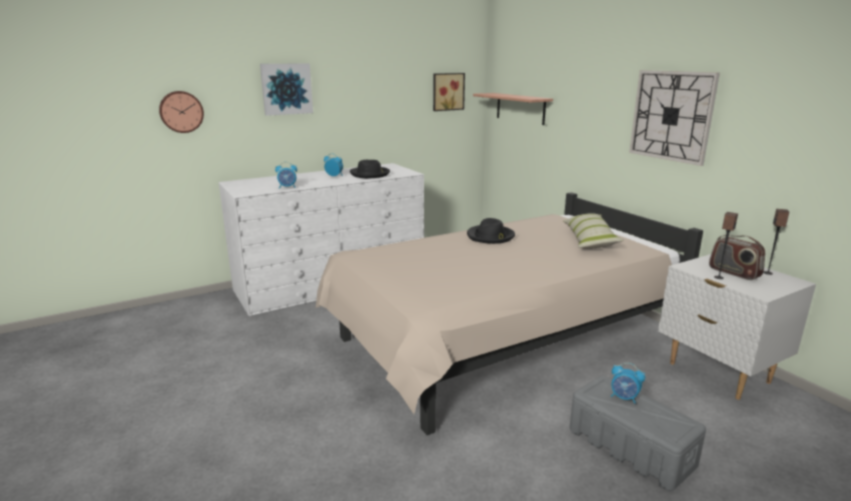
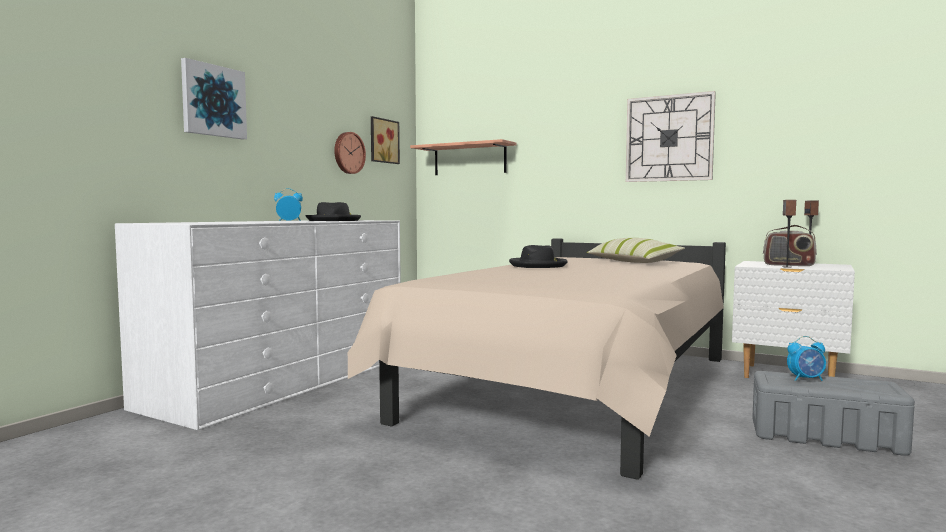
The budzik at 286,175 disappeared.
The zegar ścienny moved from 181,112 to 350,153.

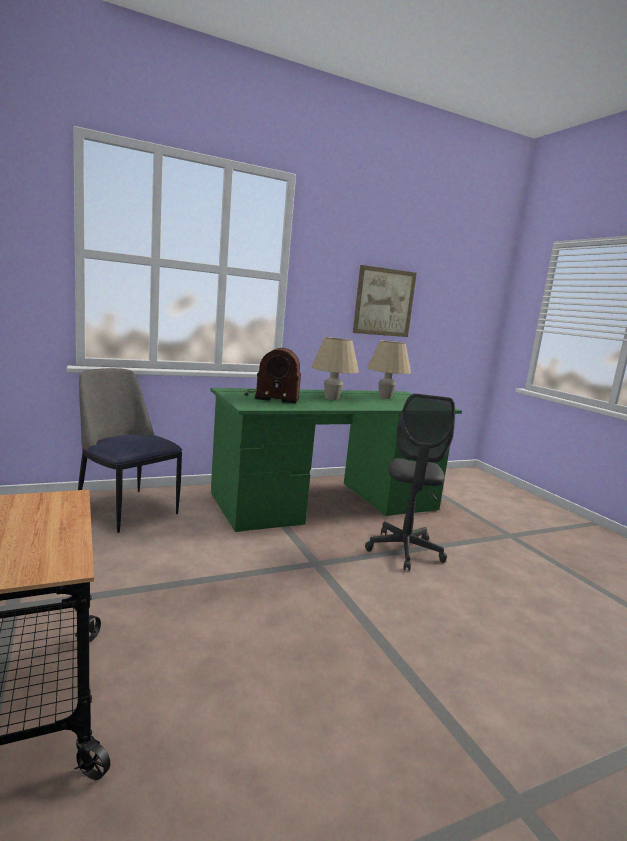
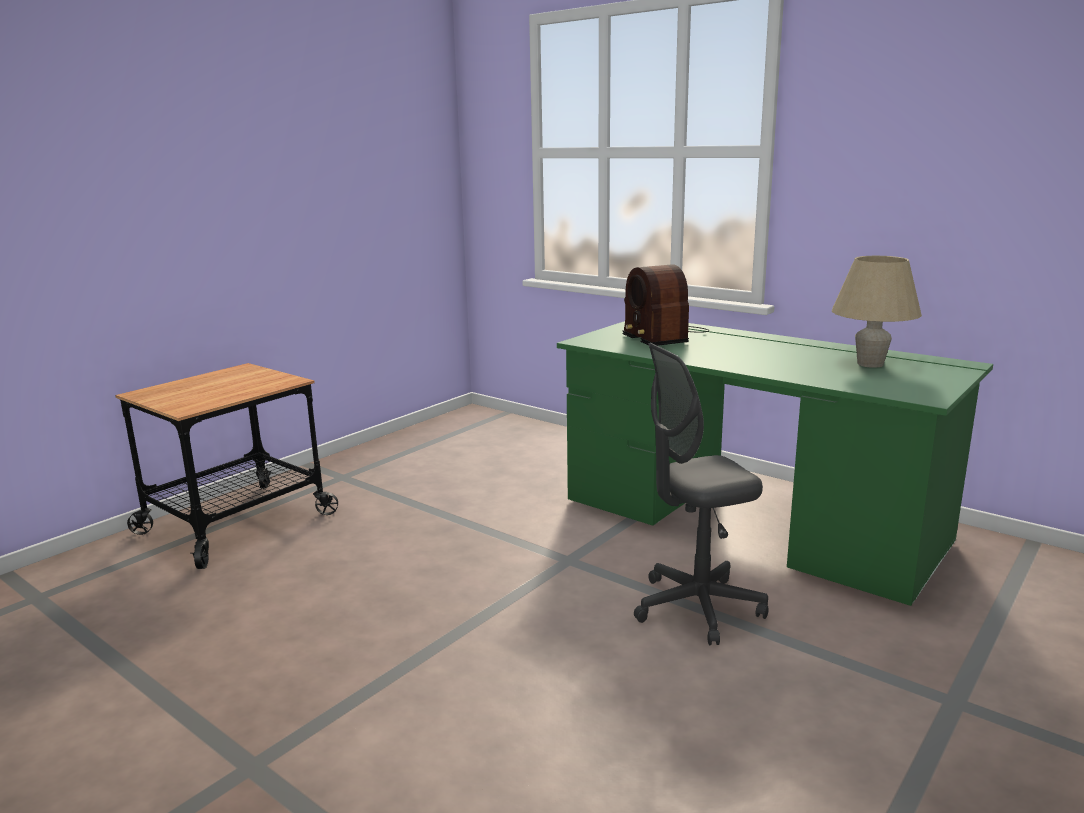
The krzesło at 130,450 disappeared.
The lampa stołowa [beżowy] at 335,368 disappeared.
The obraz at 385,301 disappeared.

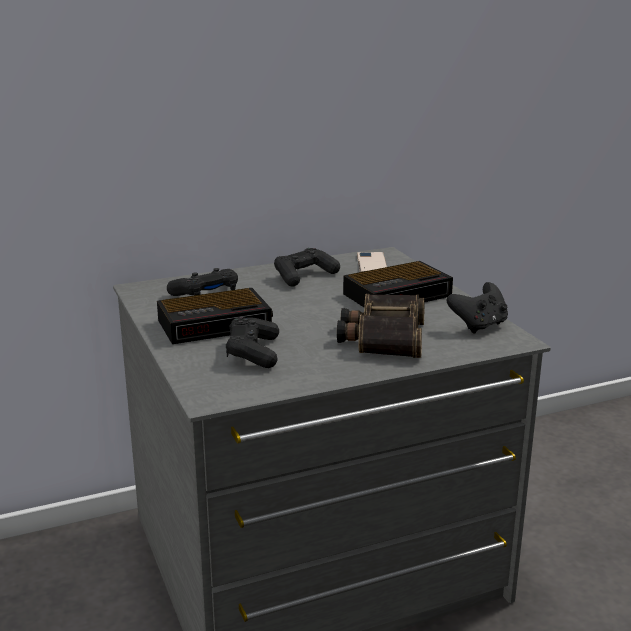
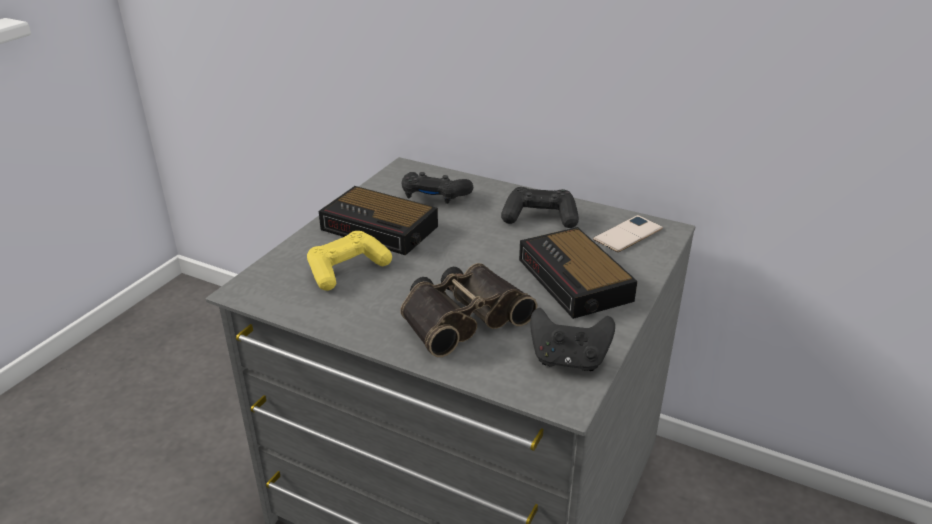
The pad do gier [czarny] at 252,342 became the pad do gier [żółty] at 349,261.
The budzik at 398,284 turned 45 degrees clockwise.

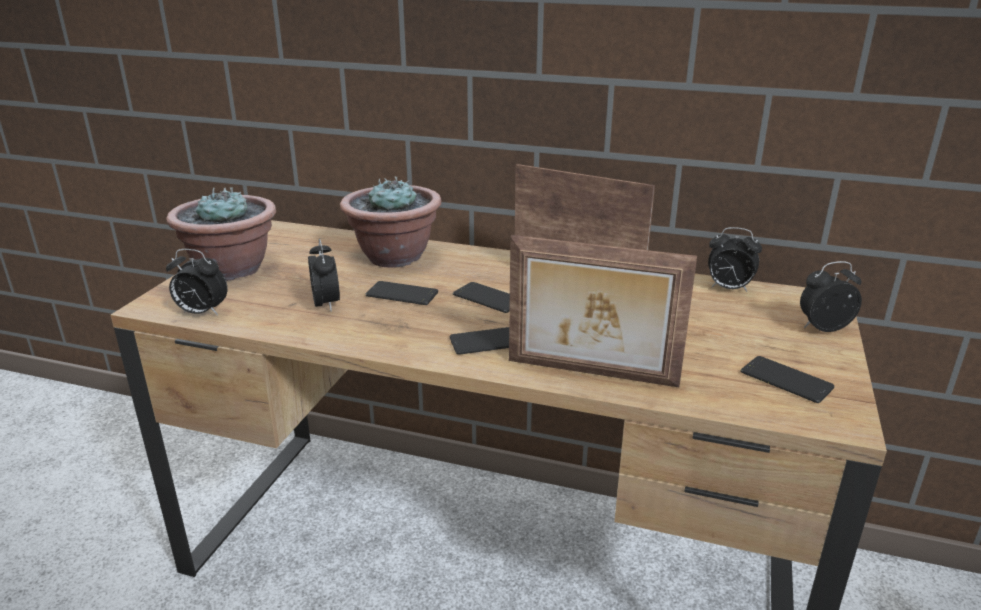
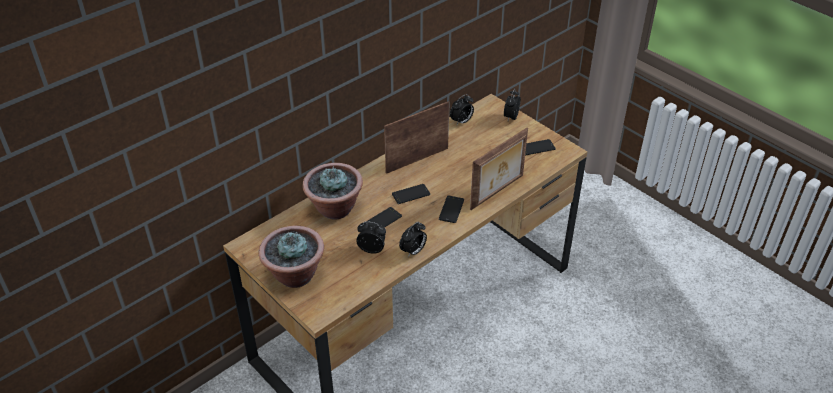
The budzik moved from 197,282 to 413,240.

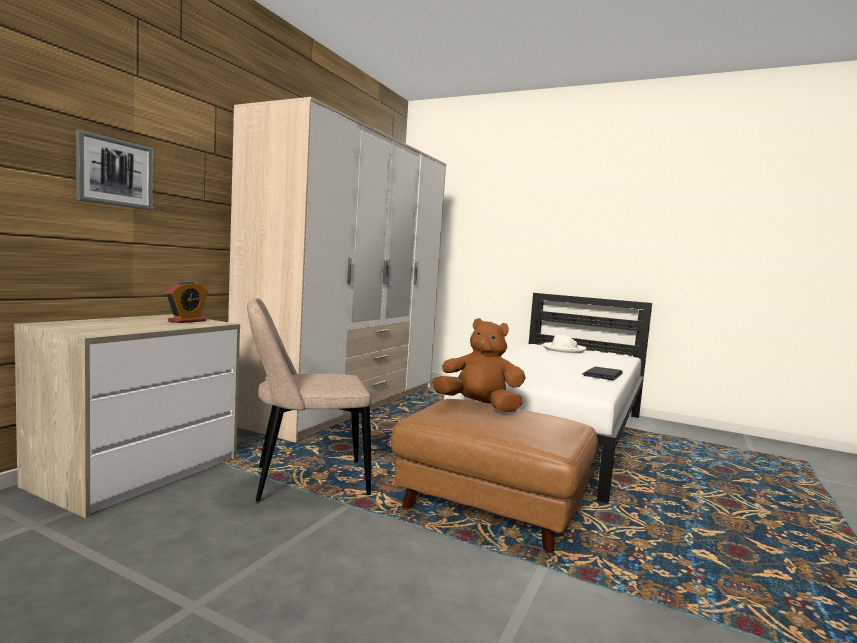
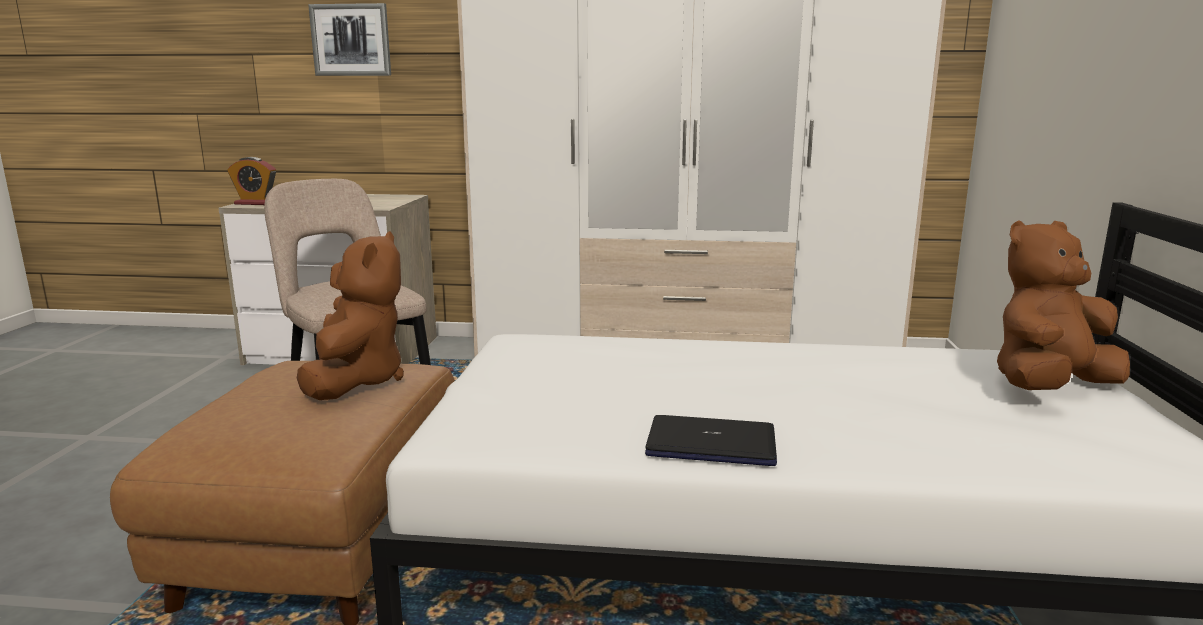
The budzik moved from 187,302 to 251,181.
The kapelusz [biały] at 565,344 was replaced by the pluszak [brązowy] at 1063,305.

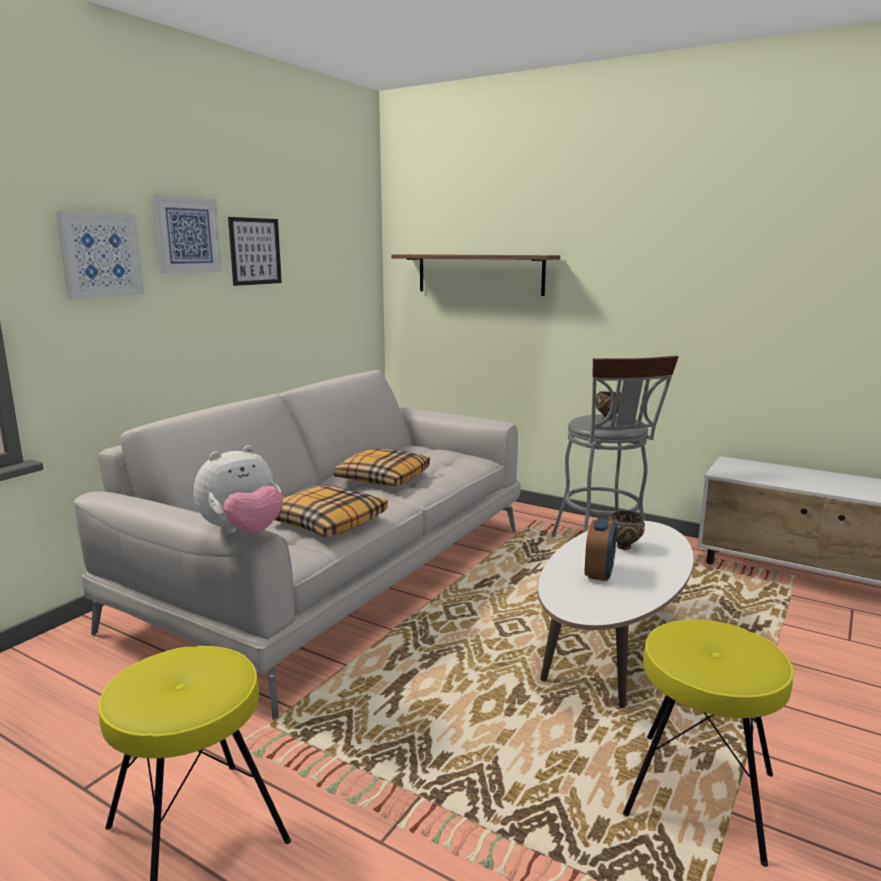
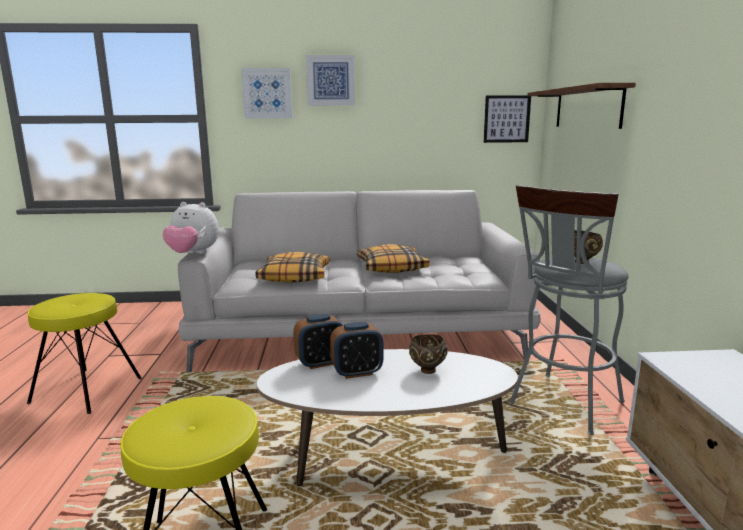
The budzik at 318,341 appeared.
The obraz moved from 255,251 to 507,119.

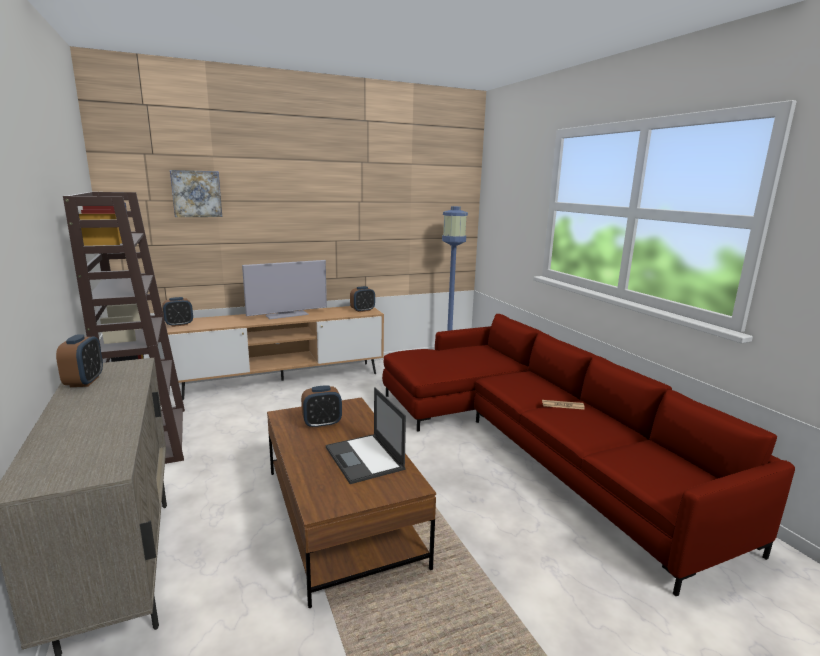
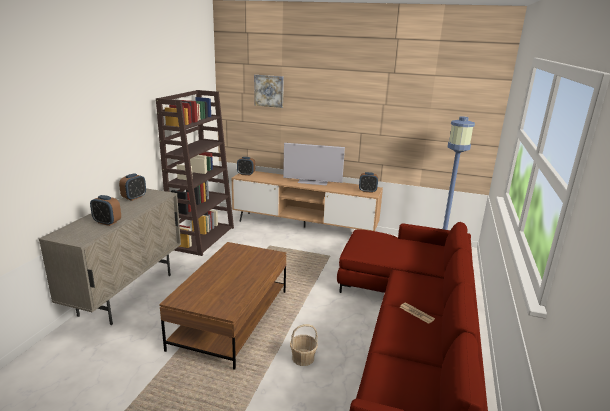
The laptop at 366,435 disappeared.
The koszyk at 304,345 appeared.
The budzik moved from 321,407 to 105,210.

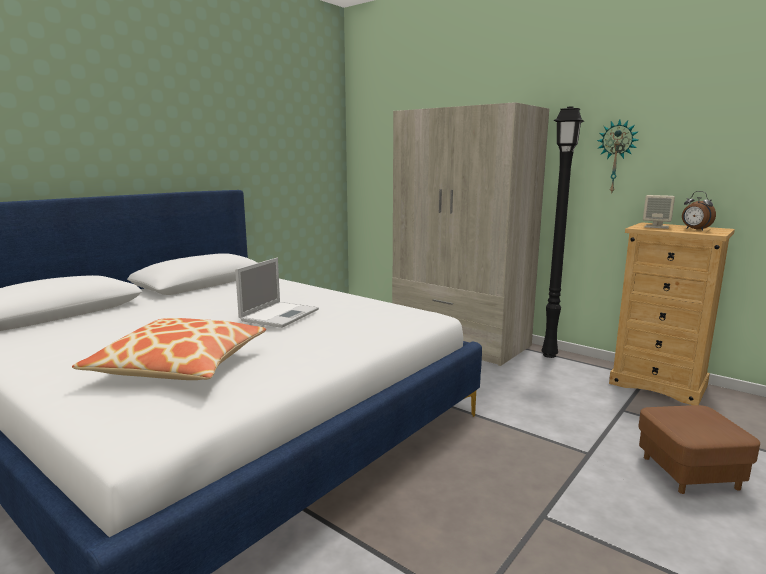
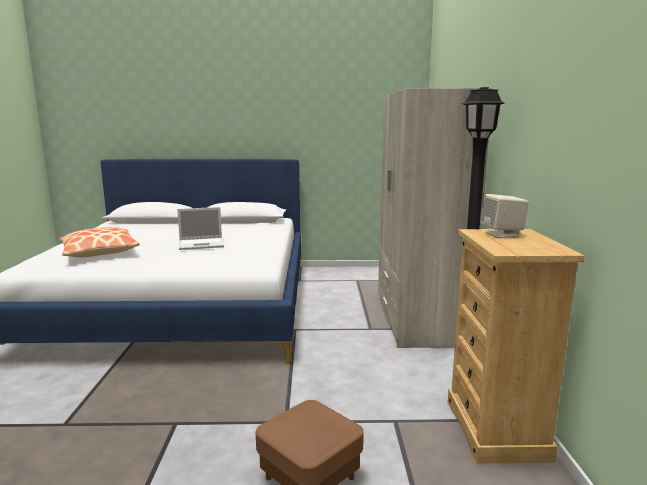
The zegar ścienny at 618,156 disappeared.
The budzik at 699,211 disappeared.

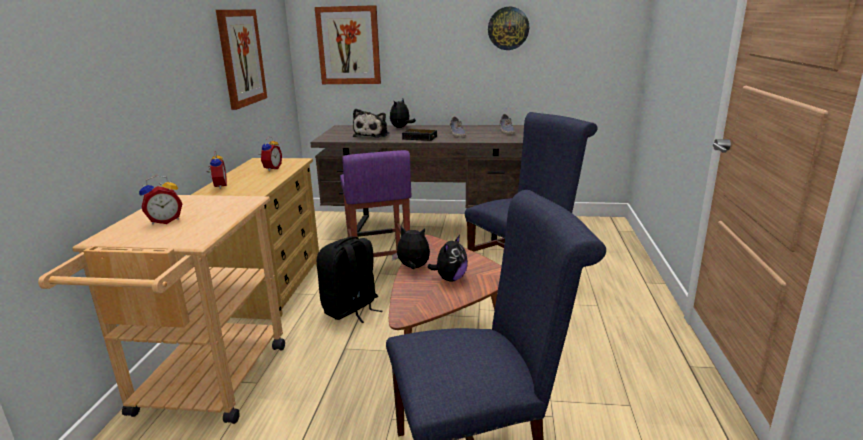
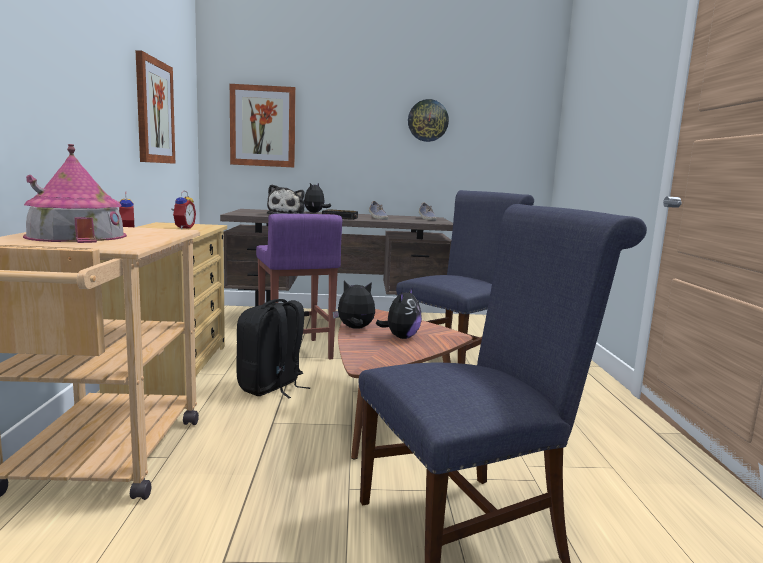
The budzik at 160,200 was replaced by the domek at 75,193.

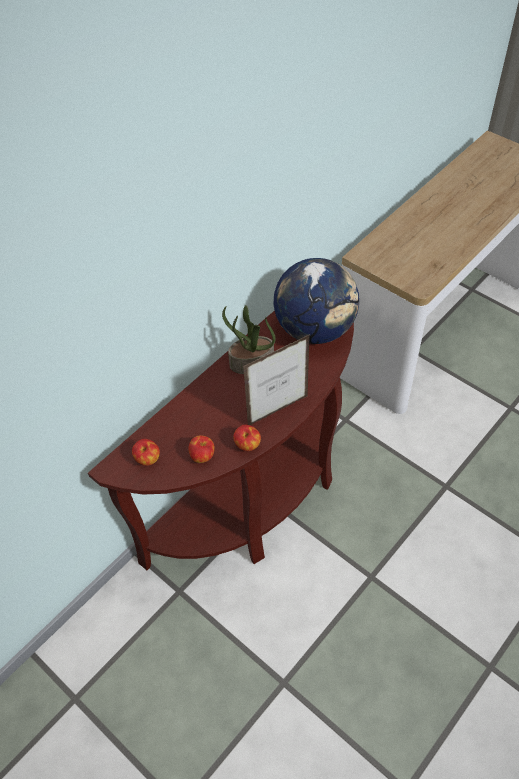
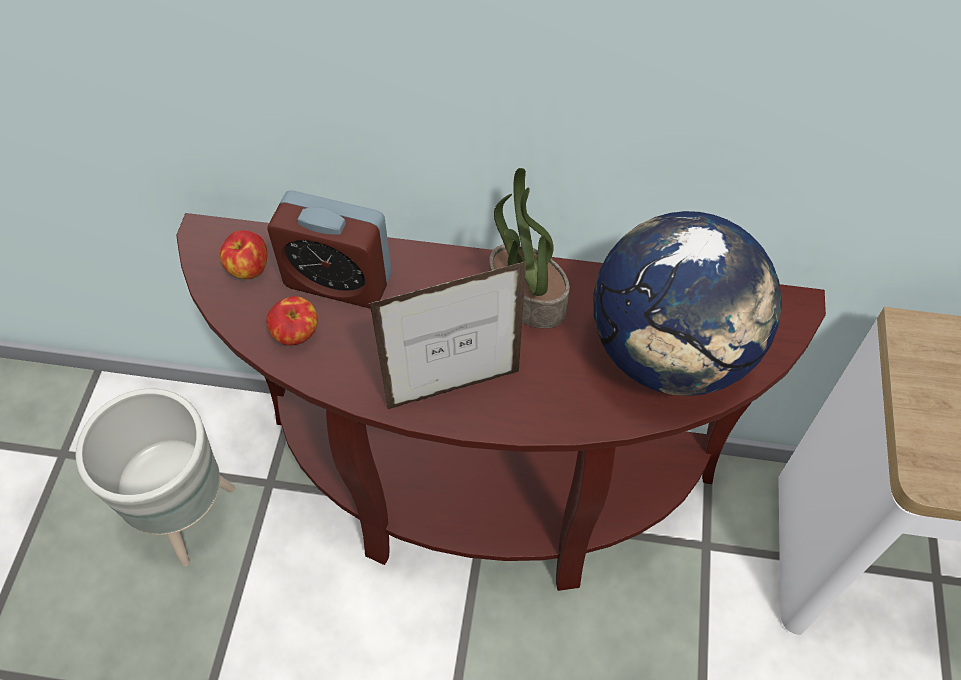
The jabłko at 247,438 disappeared.
The donica [szary] at 155,477 appeared.
The budzik at 329,249 appeared.
The ramka na zdjęcie at 276,379 turned 135 degrees clockwise.

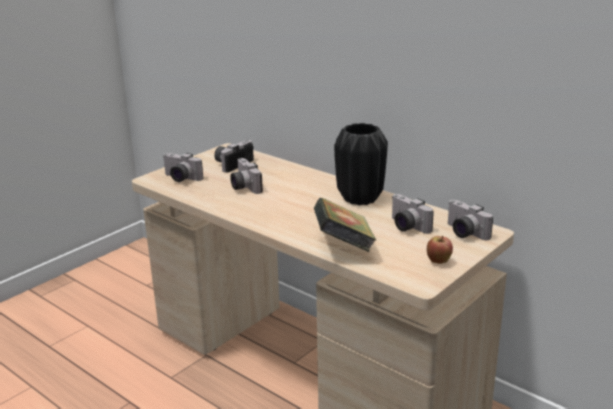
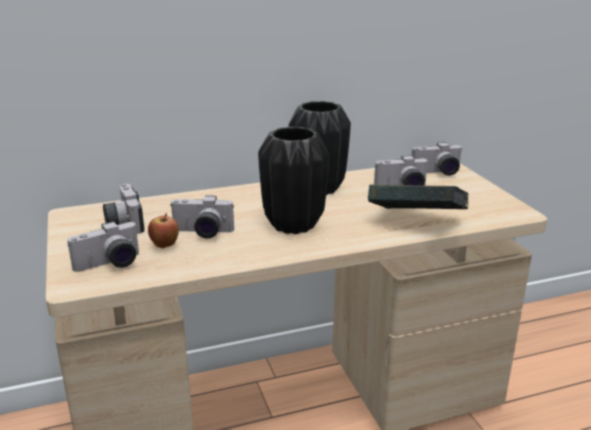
The wazon [czarny] at 293,180 appeared.
The jabłko moved from 440,250 to 163,230.

